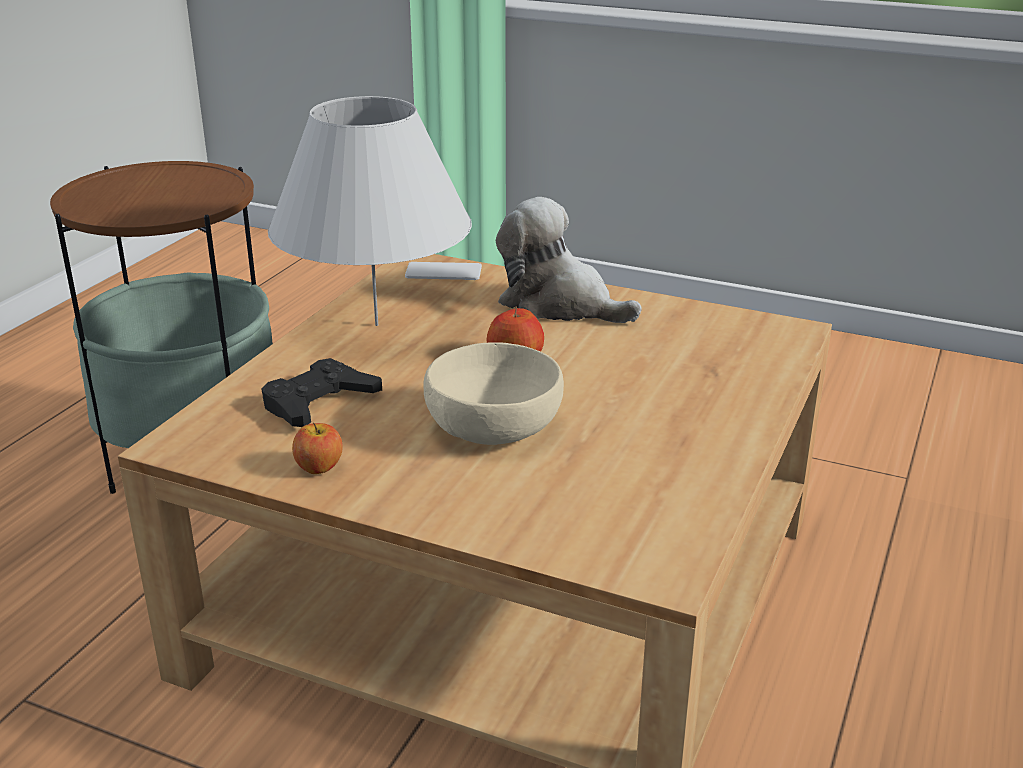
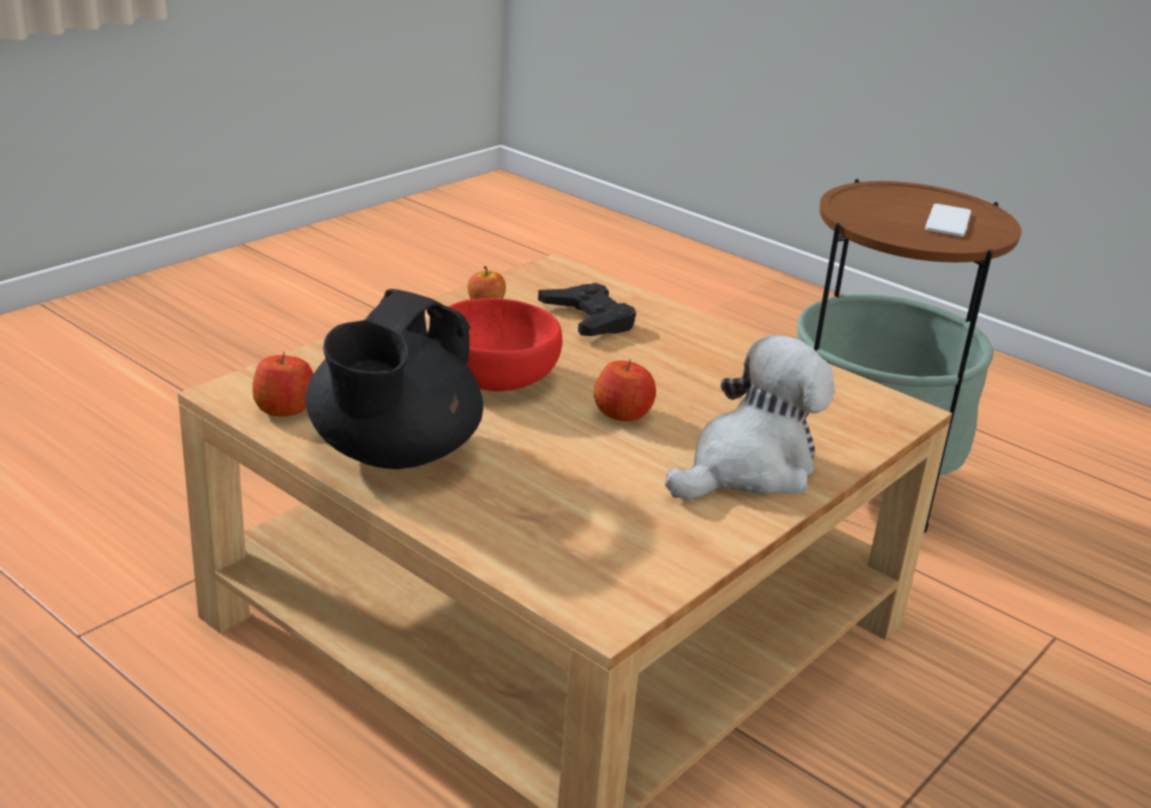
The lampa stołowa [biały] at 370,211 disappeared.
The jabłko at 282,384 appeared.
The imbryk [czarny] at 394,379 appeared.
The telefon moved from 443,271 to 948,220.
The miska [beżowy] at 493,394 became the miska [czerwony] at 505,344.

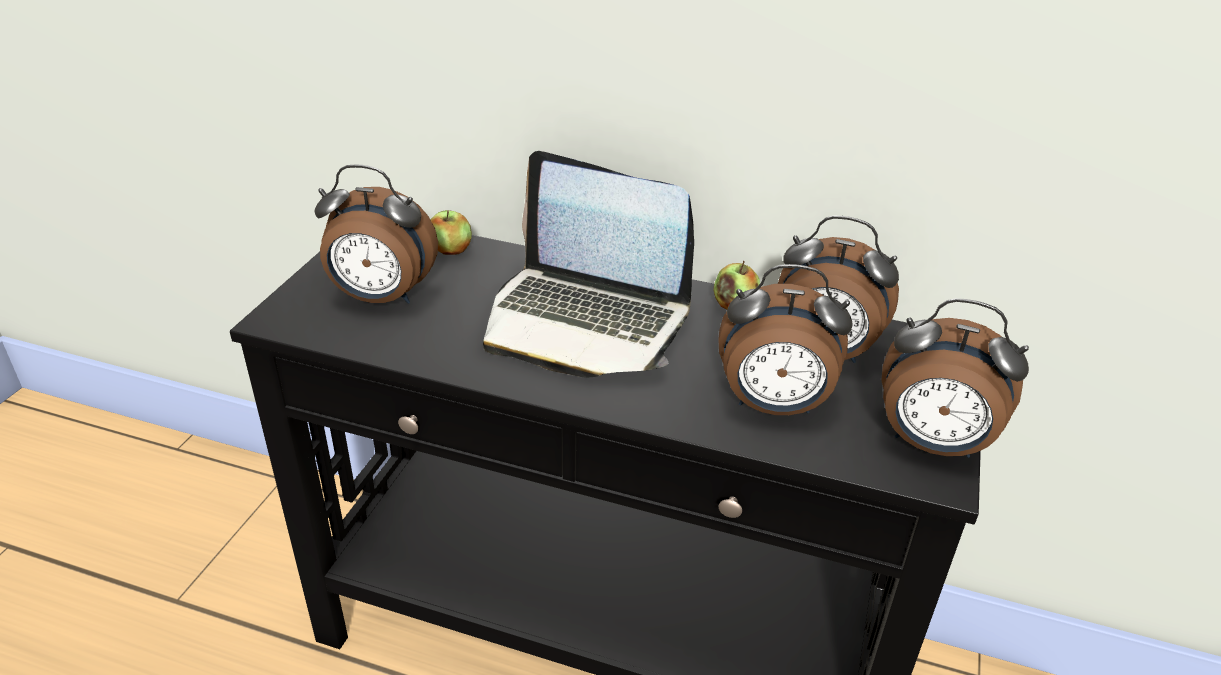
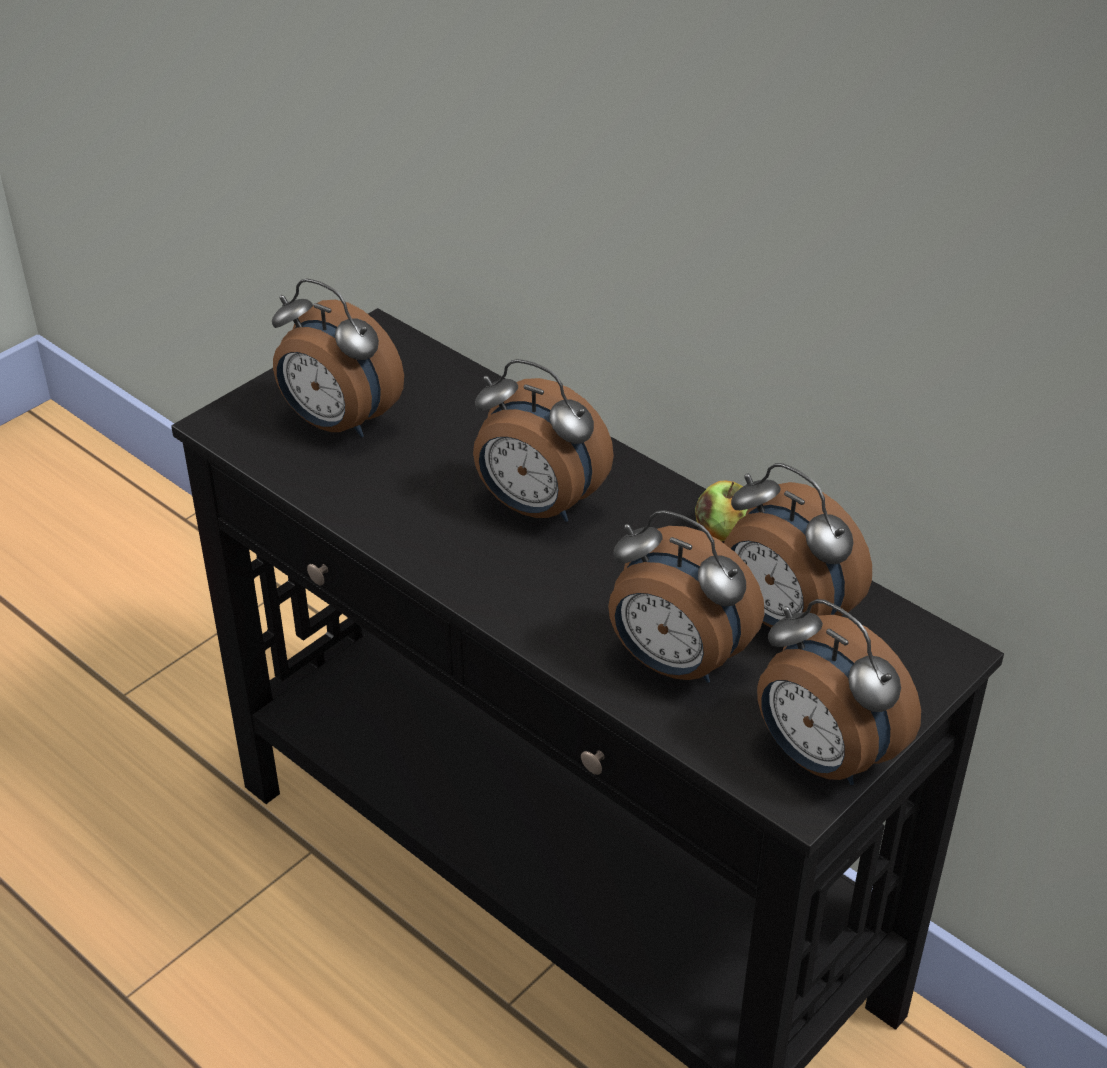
The jabłko at 451,232 disappeared.
The laptop at 588,264 was replaced by the budzik at 543,440.

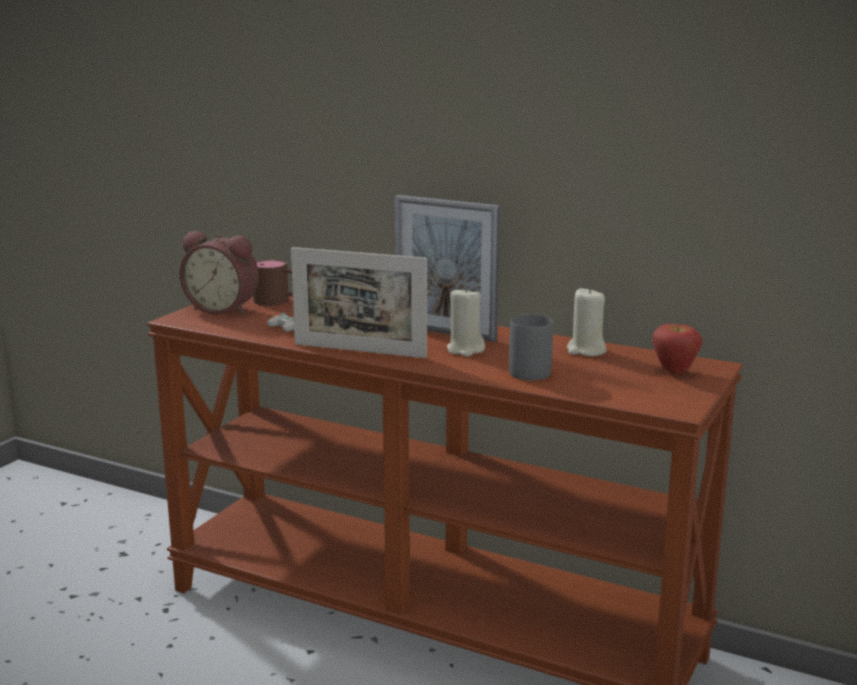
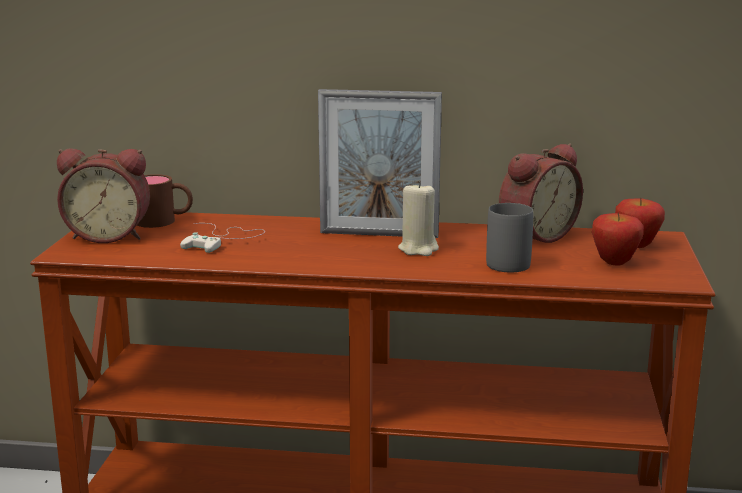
The ramka na zdjęcie at 359,302 disappeared.
The jabłko at 617,239 appeared.
The świeca [beżowy] at 587,321 was replaced by the budzik at 541,193.

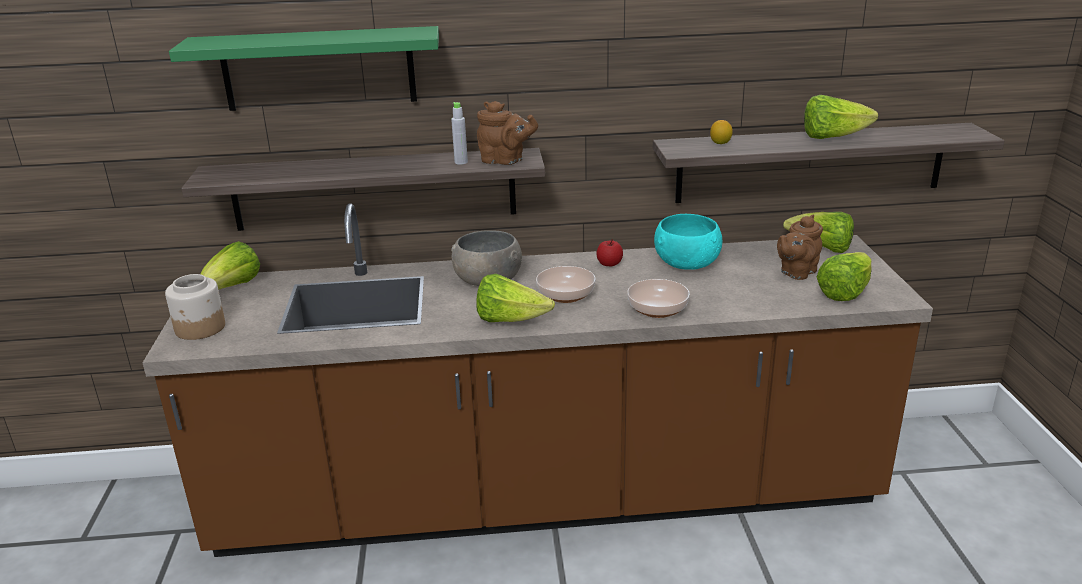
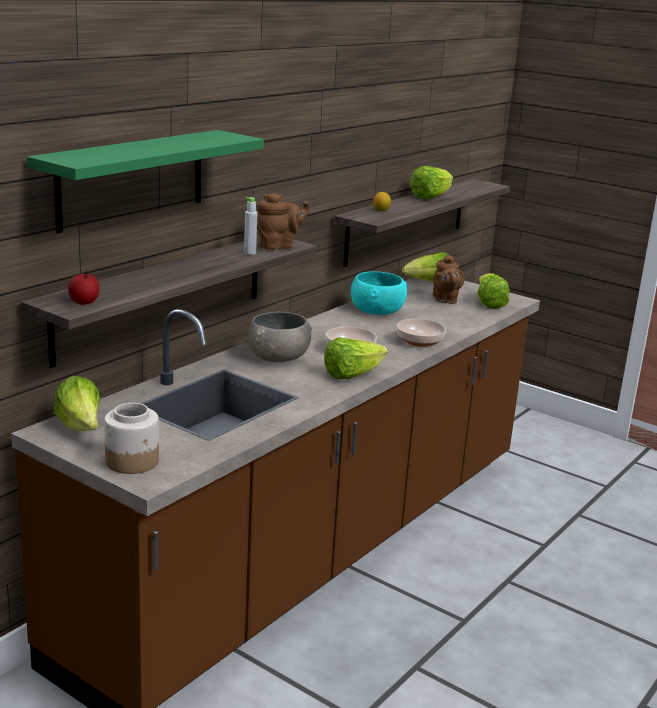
The jabłko moved from 610,252 to 84,288.

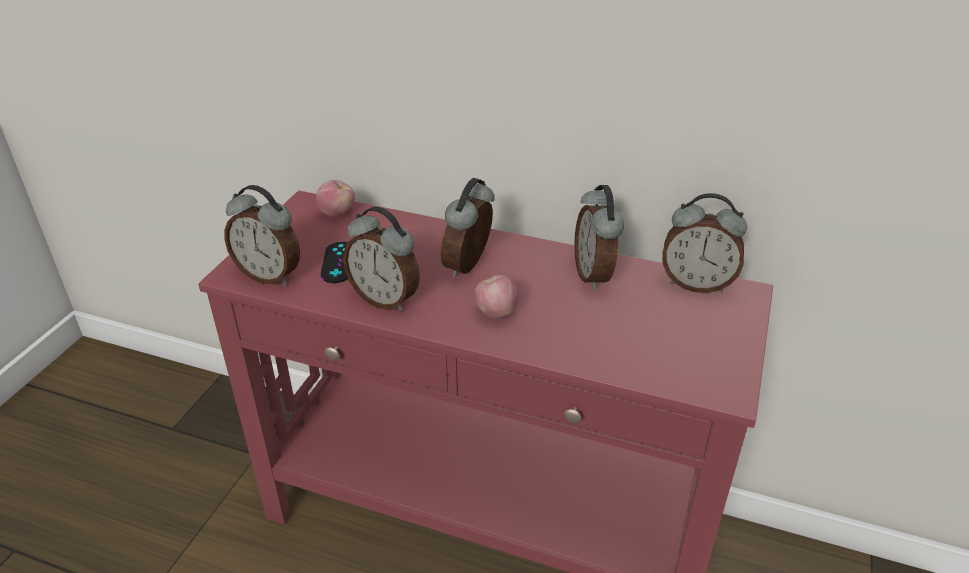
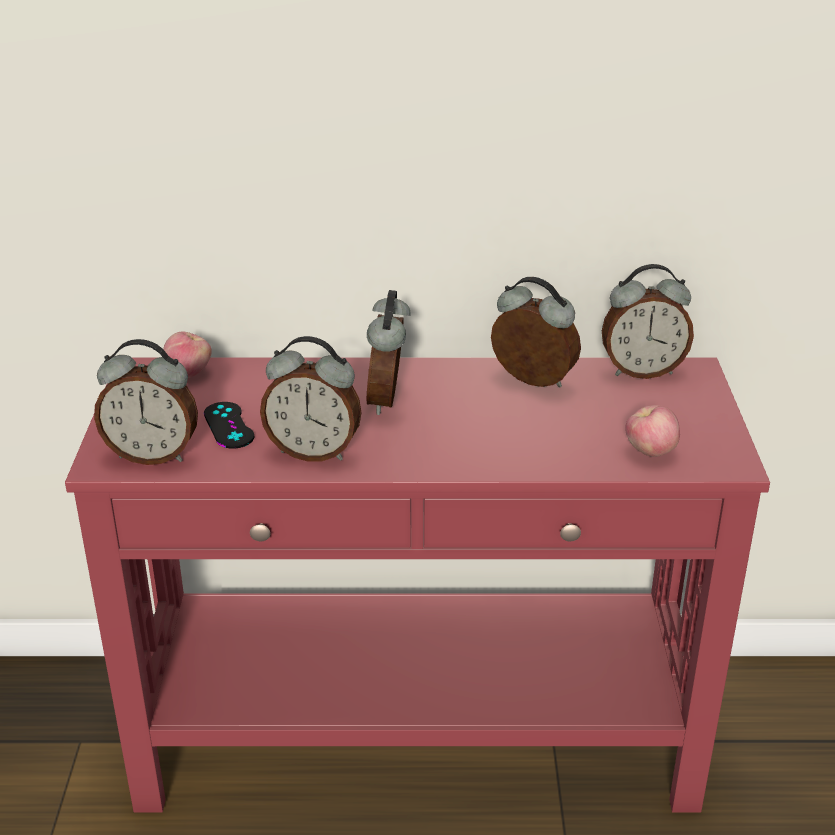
The jabłko moved from 496,296 to 652,431.
The budzik at 599,237 turned 150 degrees clockwise.

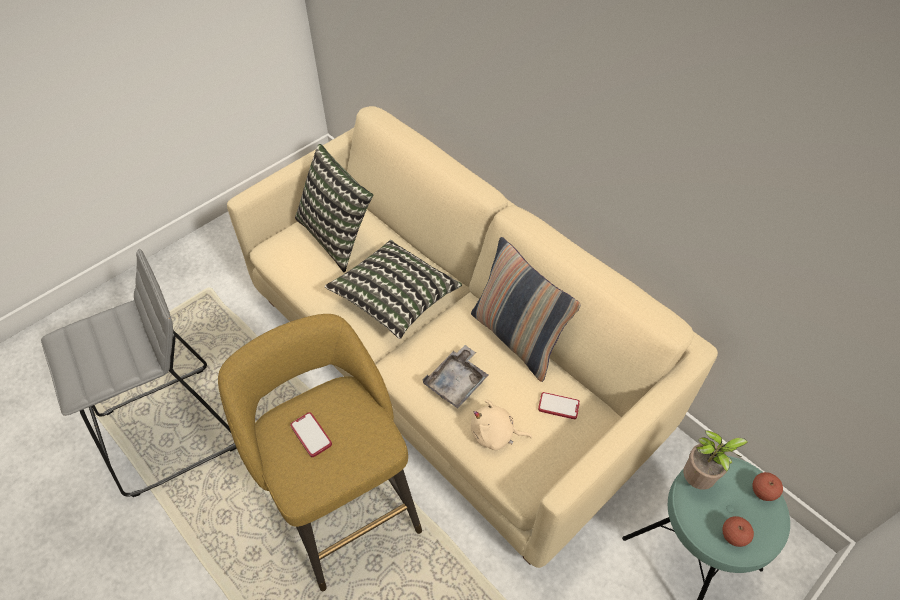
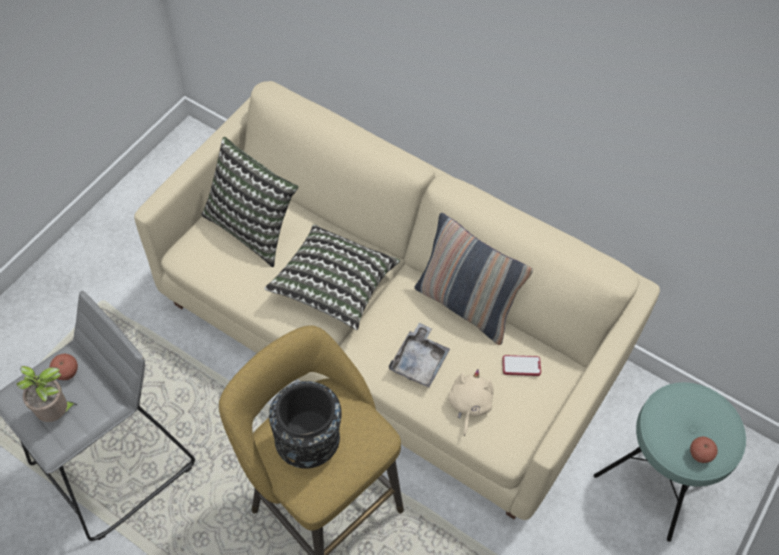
The roślina doniczkowa moved from 715,460 to 46,394.
The jabłko moved from 767,486 to 64,367.
The telefon at 311,434 was replaced by the wazon [czarny] at 305,425.
The pluszak [beżowy] at 501,425 turned 105 degrees clockwise.

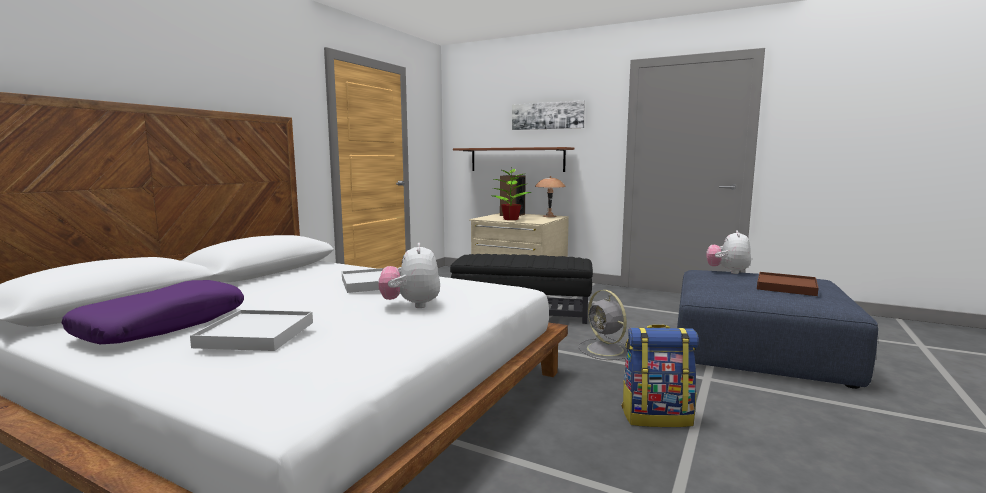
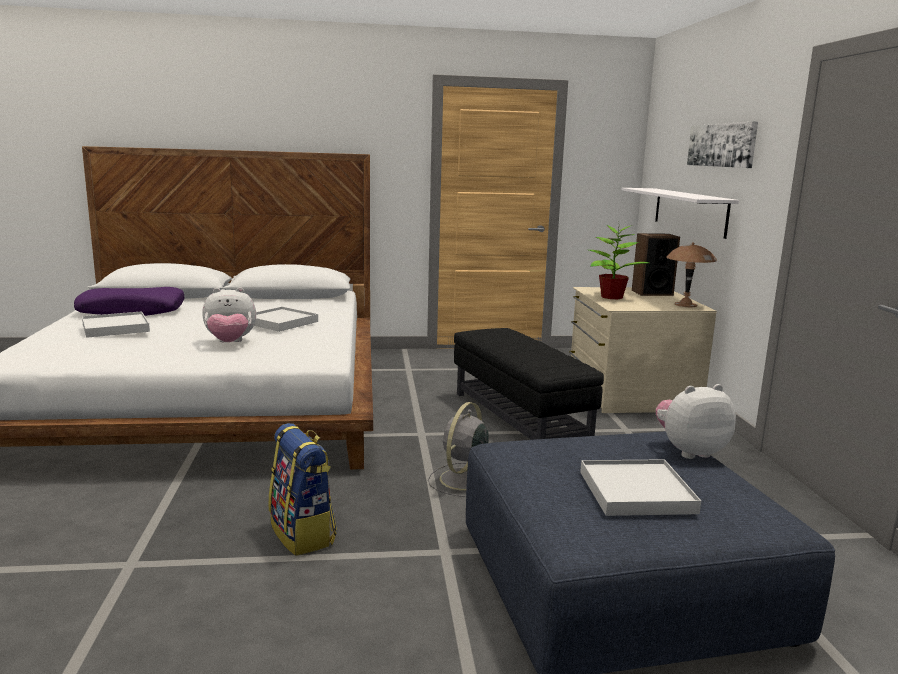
The półka [brązowy] at 513,159 became the półka [biały] at 680,213.
The taca [brązowy] at 787,284 became the taca [biały] at 640,487.
The pluszak at 409,275 turned 150 degrees counterclockwise.

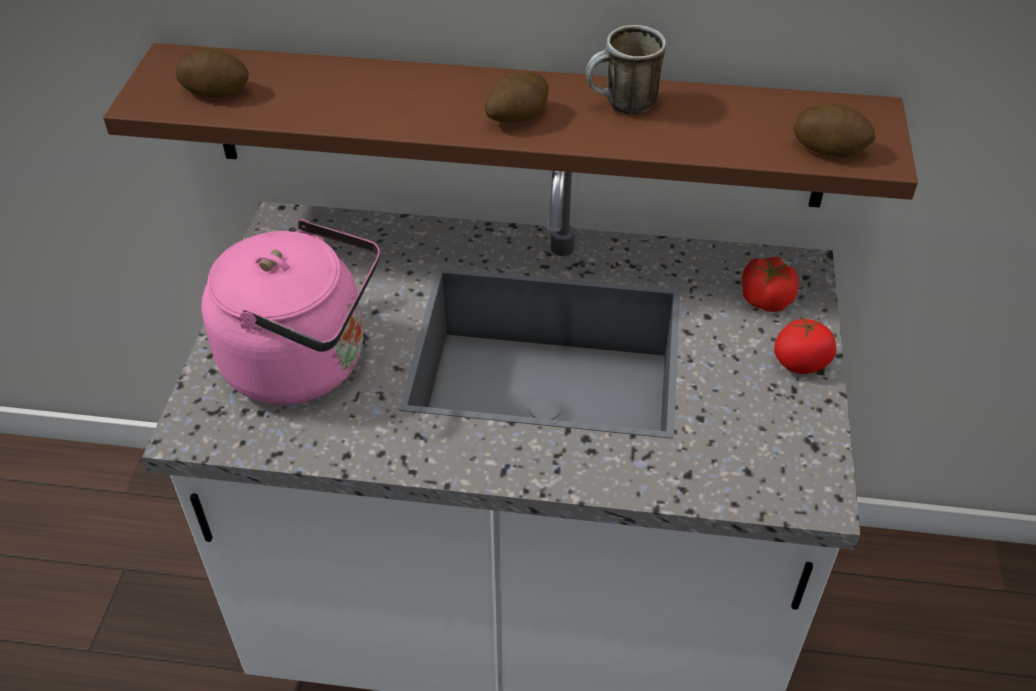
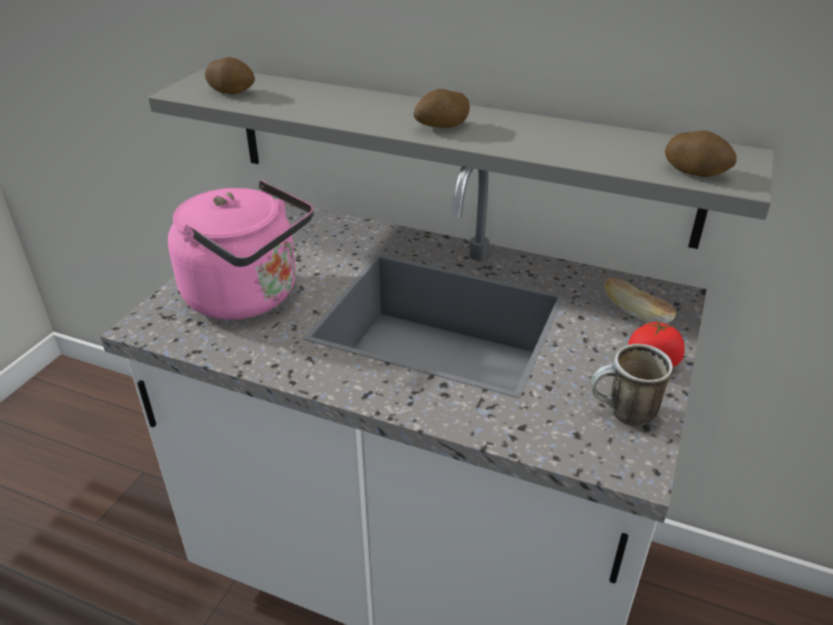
The kubek moved from 626,70 to 632,385.
The pomidor at 770,284 was replaced by the chleb at 640,301.
The półka [brązowy] at 510,125 became the półka [szary] at 461,158.

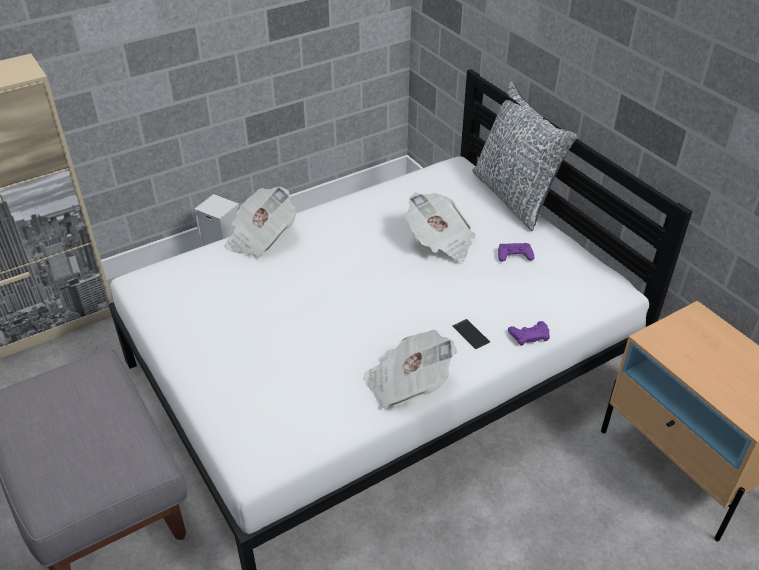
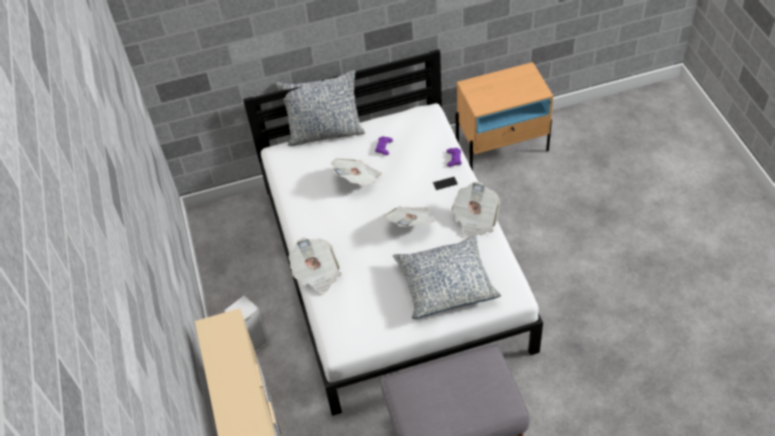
The gazeta at 409,216 appeared.
The poduszka at 447,277 appeared.

